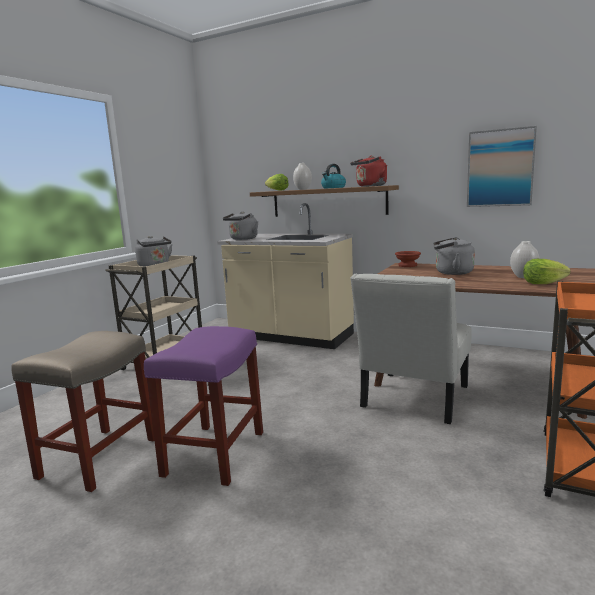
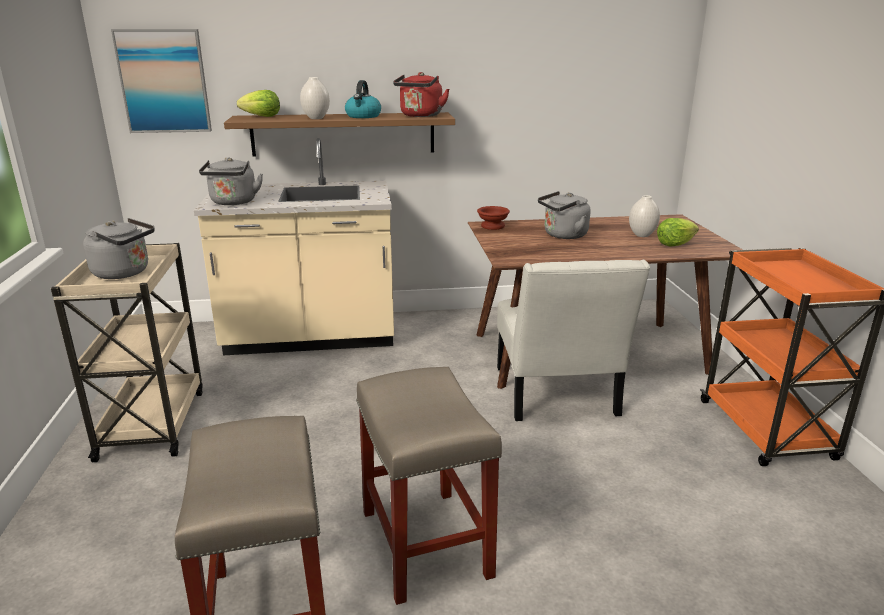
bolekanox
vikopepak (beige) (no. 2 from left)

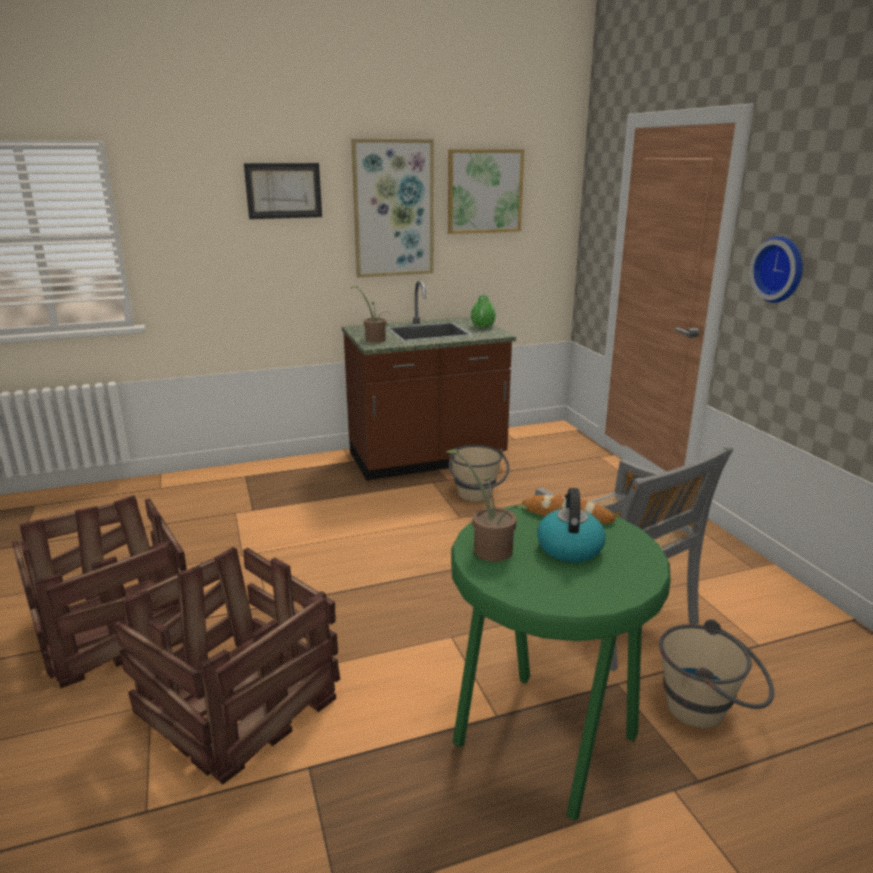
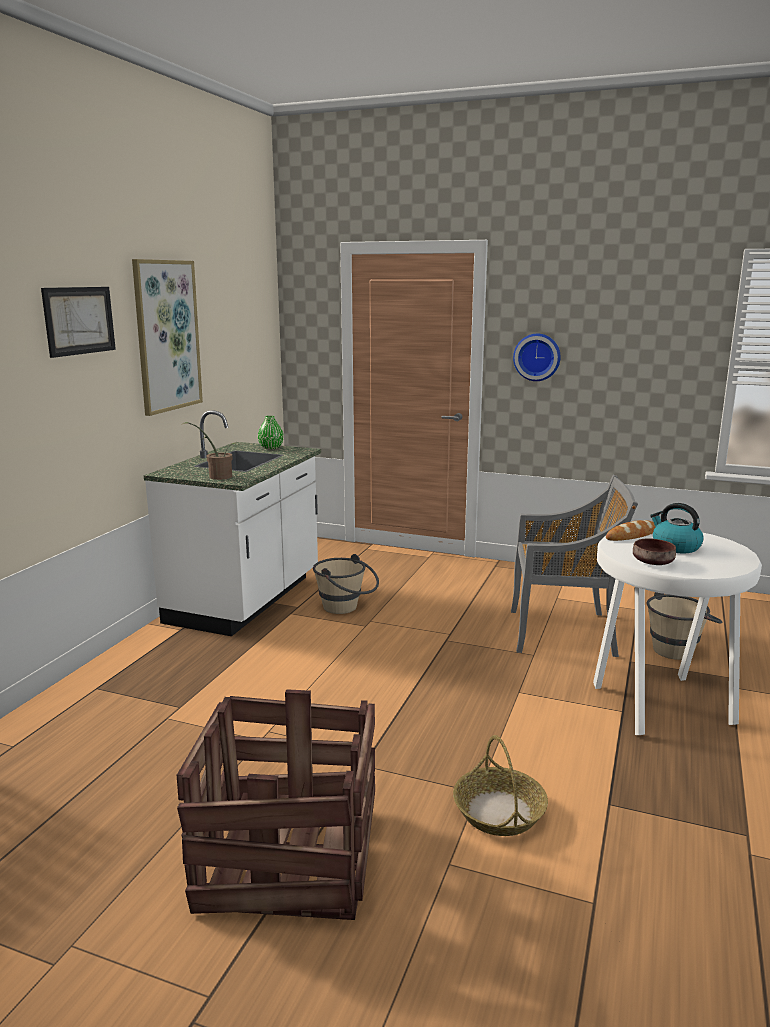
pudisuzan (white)
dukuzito
vikopepak (white)
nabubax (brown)
bolekanox (no. 3 from left in the first image)

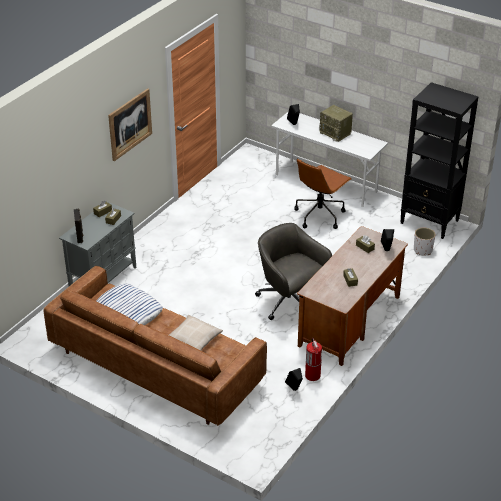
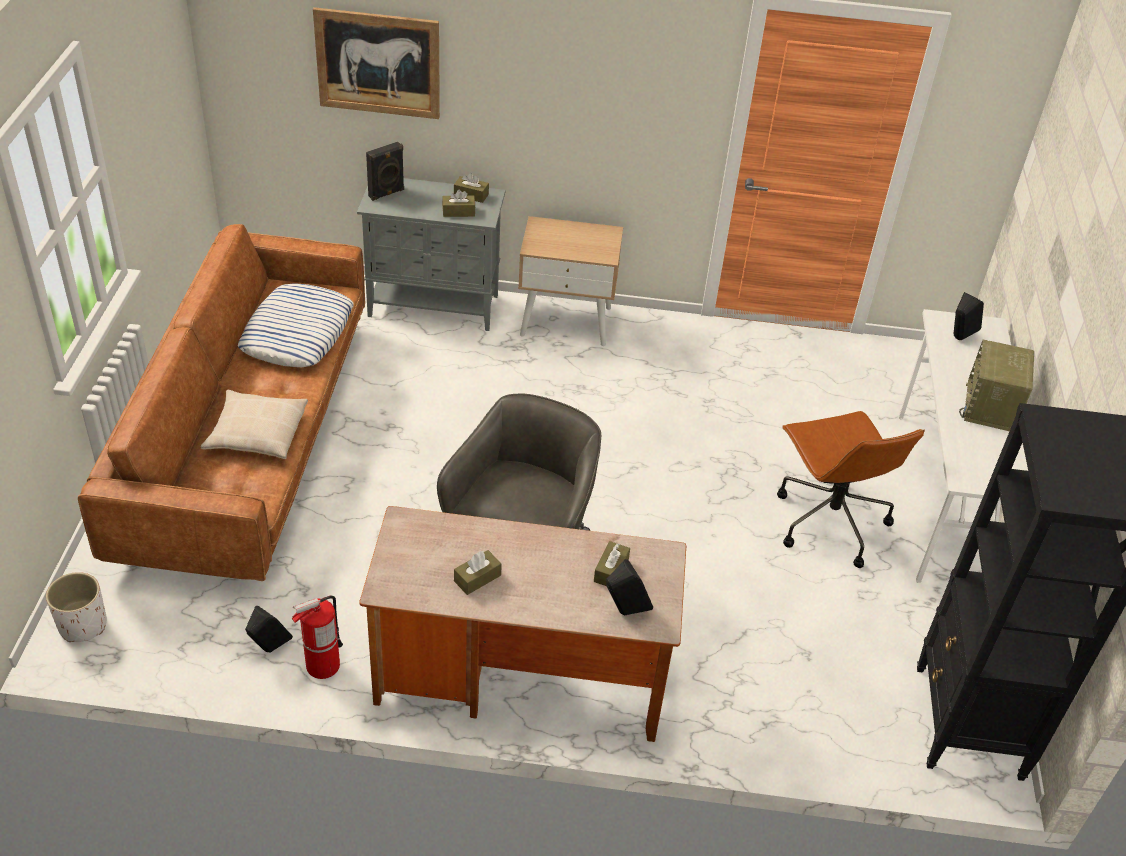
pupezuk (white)
bolekanox
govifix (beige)
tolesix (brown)

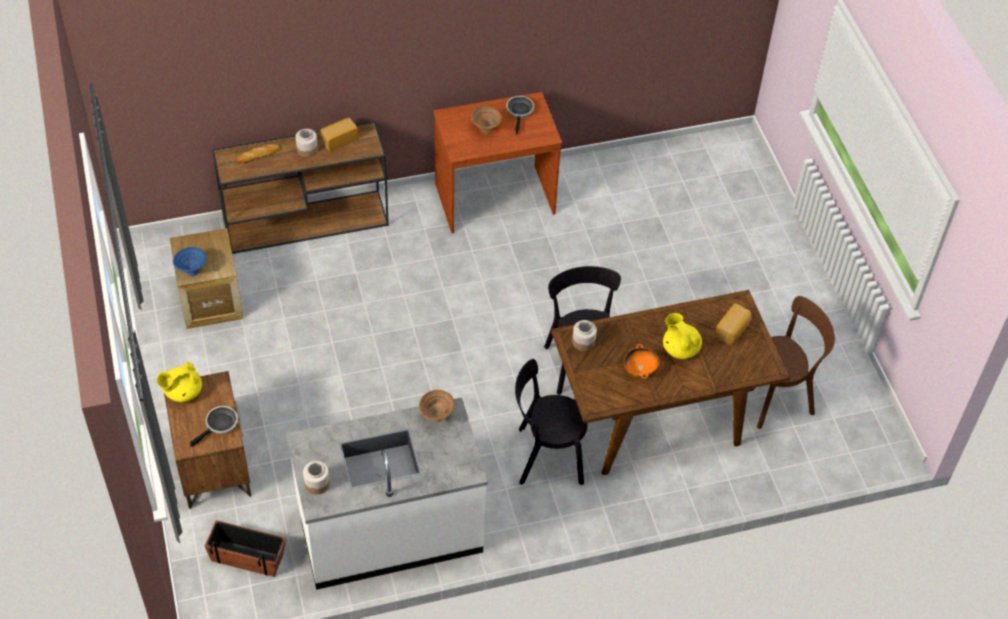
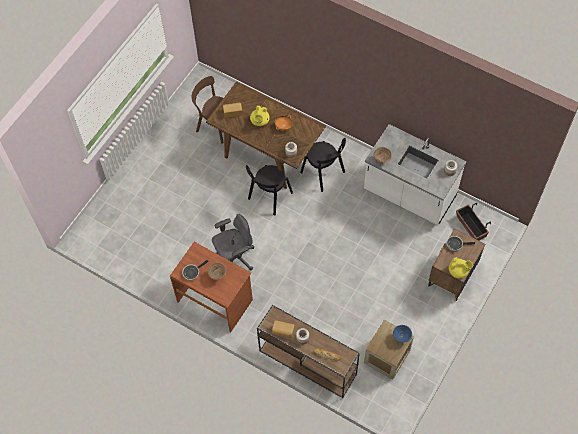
tolesix (grey)

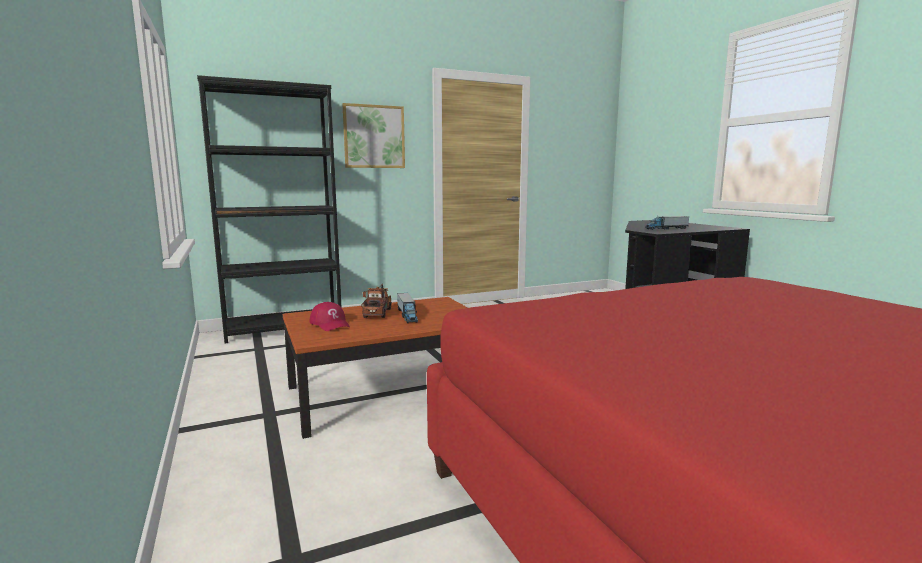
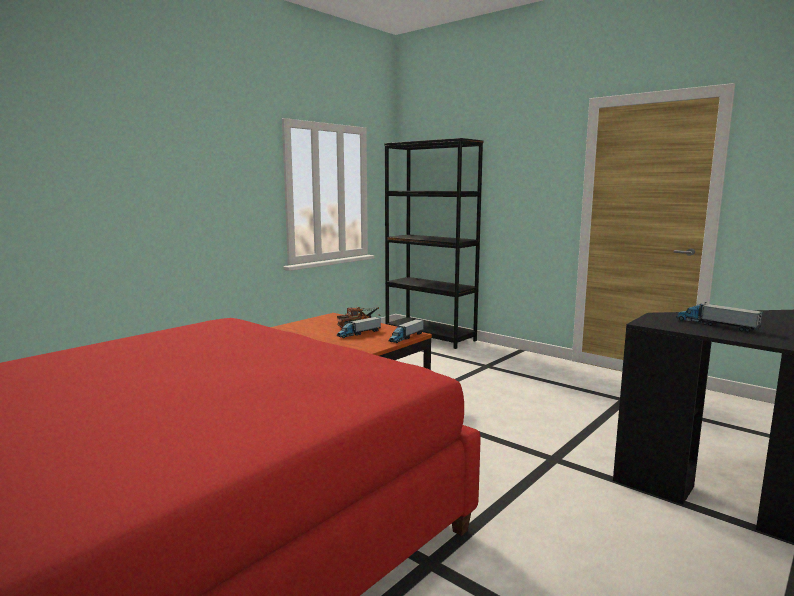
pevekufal (no. 3 from left)
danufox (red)
bolekanox

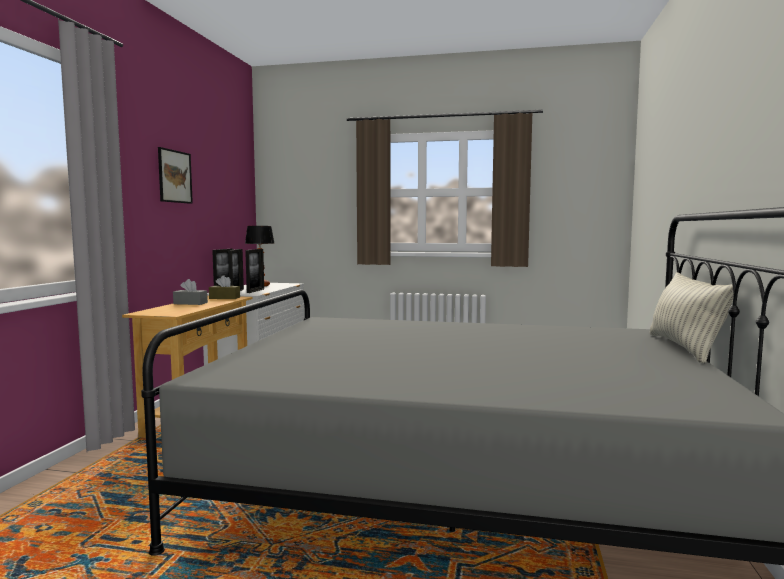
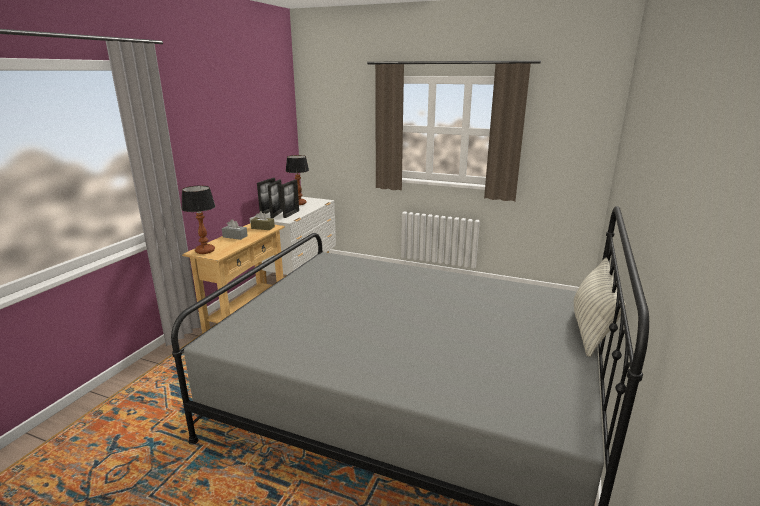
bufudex (no. 1 from left)
bolekanox

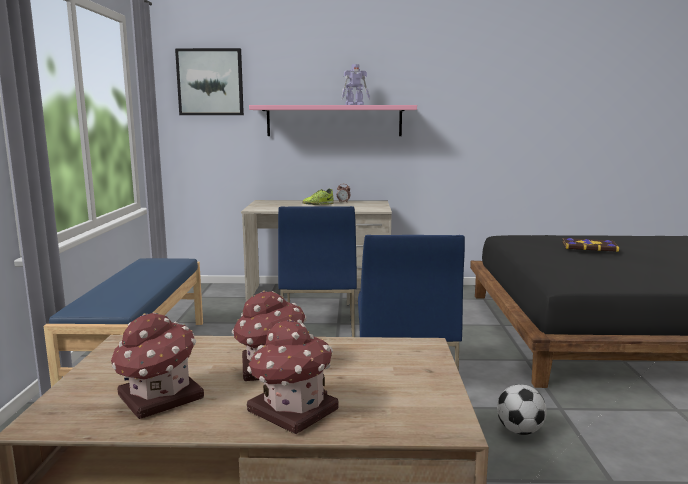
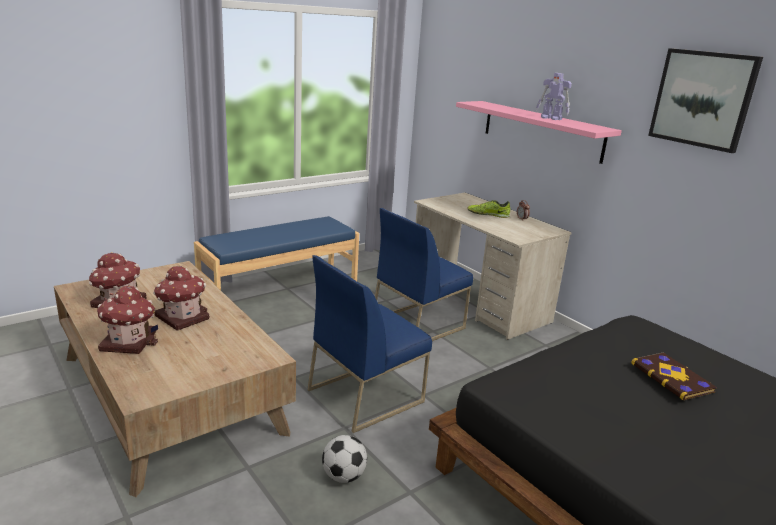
bolekanox

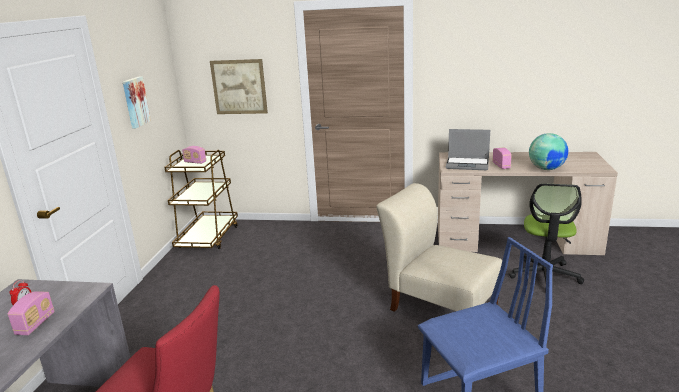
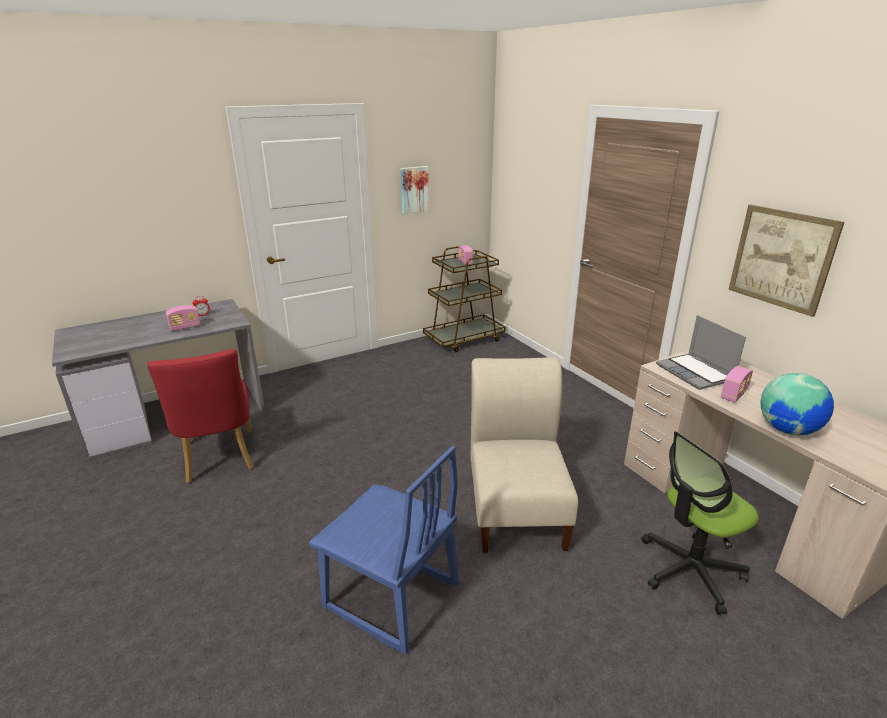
bolekanox (no. 2 from left)

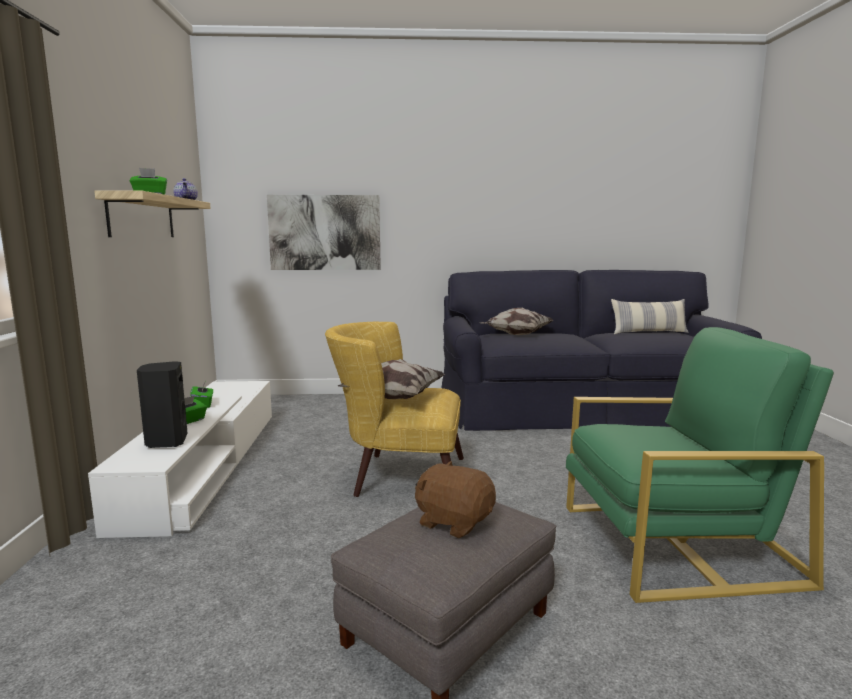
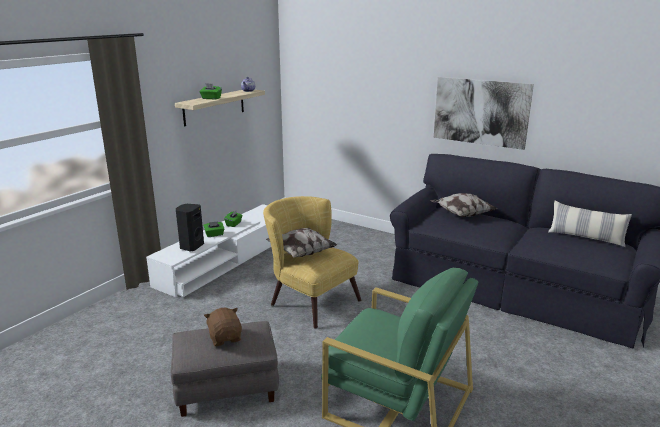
bolekanox

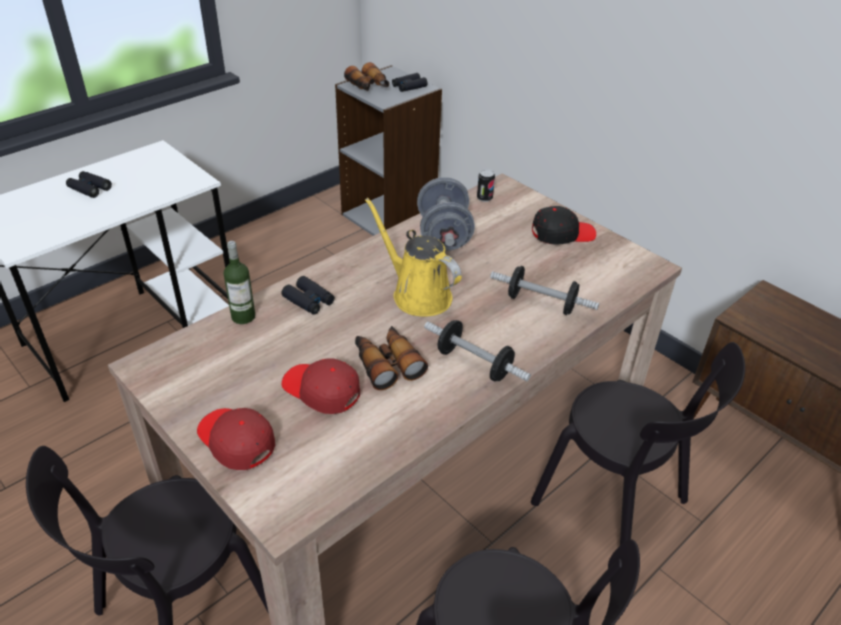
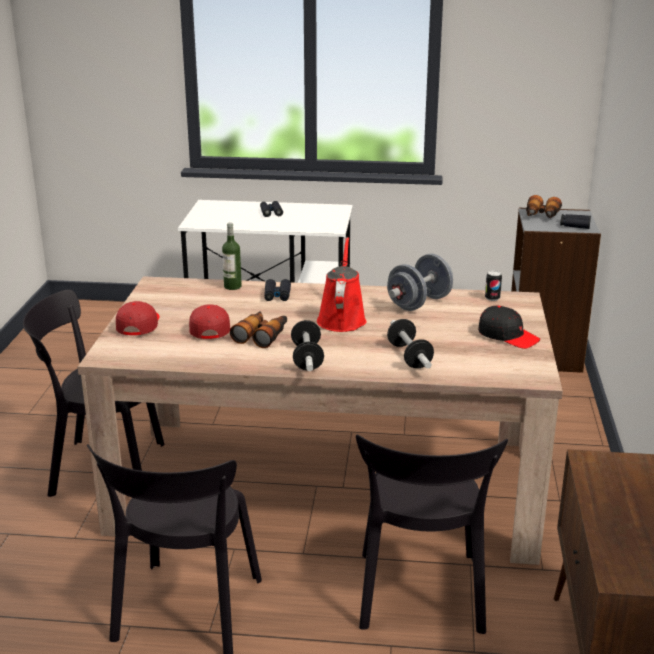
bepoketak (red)

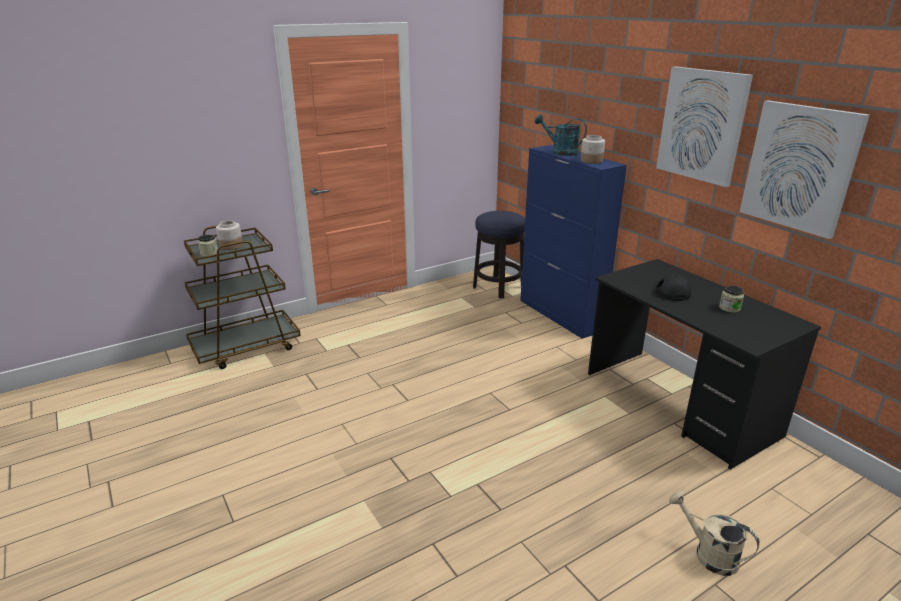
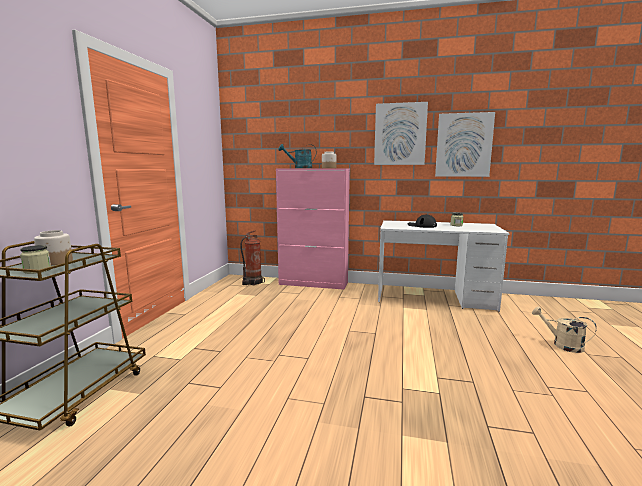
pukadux
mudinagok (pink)
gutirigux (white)
bepoketak (beige)

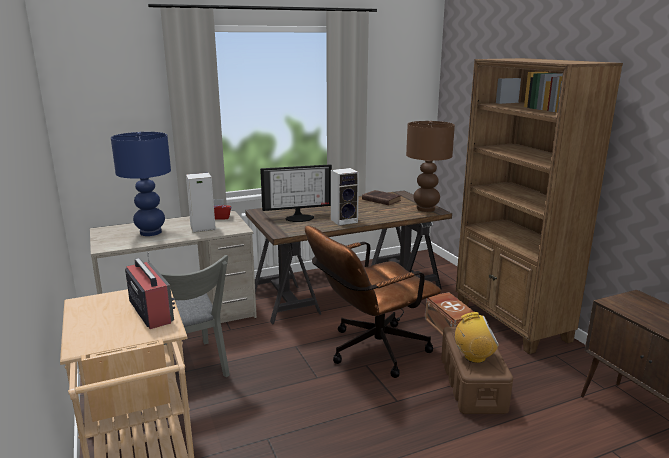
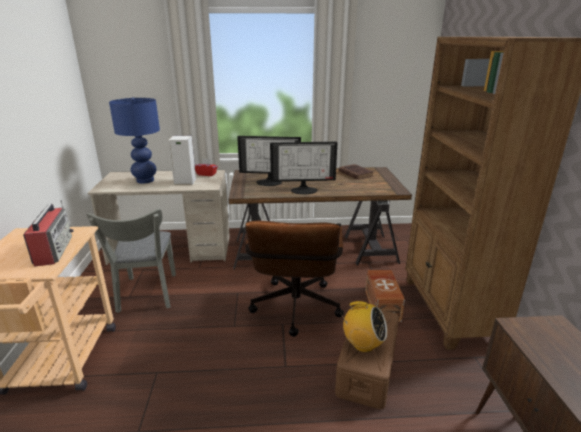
tolesix (brown)
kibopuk (no. 2 from left)
bufudex (brown)

